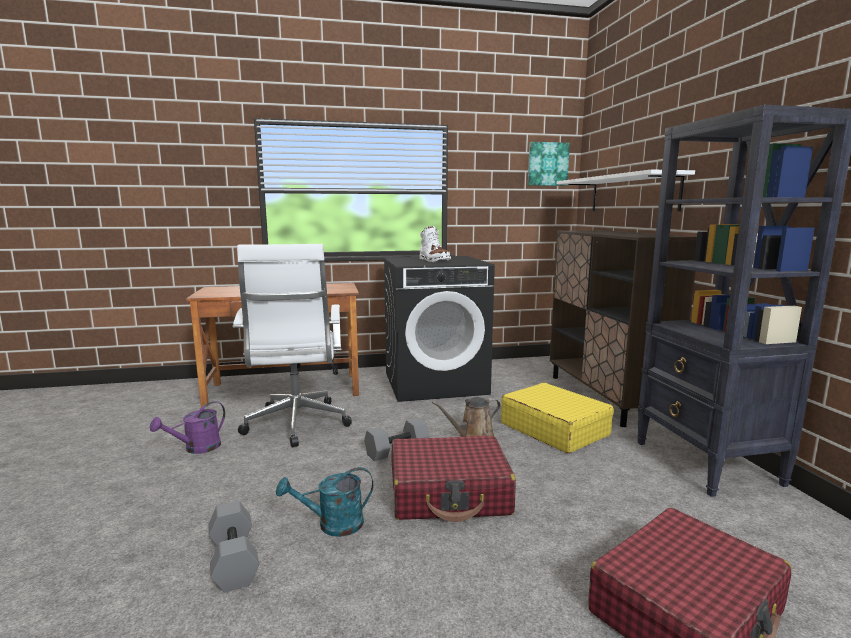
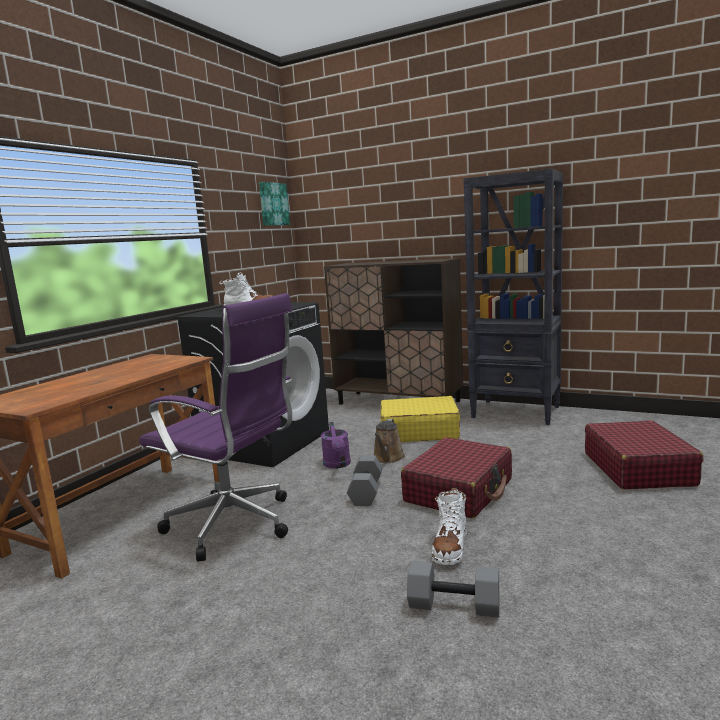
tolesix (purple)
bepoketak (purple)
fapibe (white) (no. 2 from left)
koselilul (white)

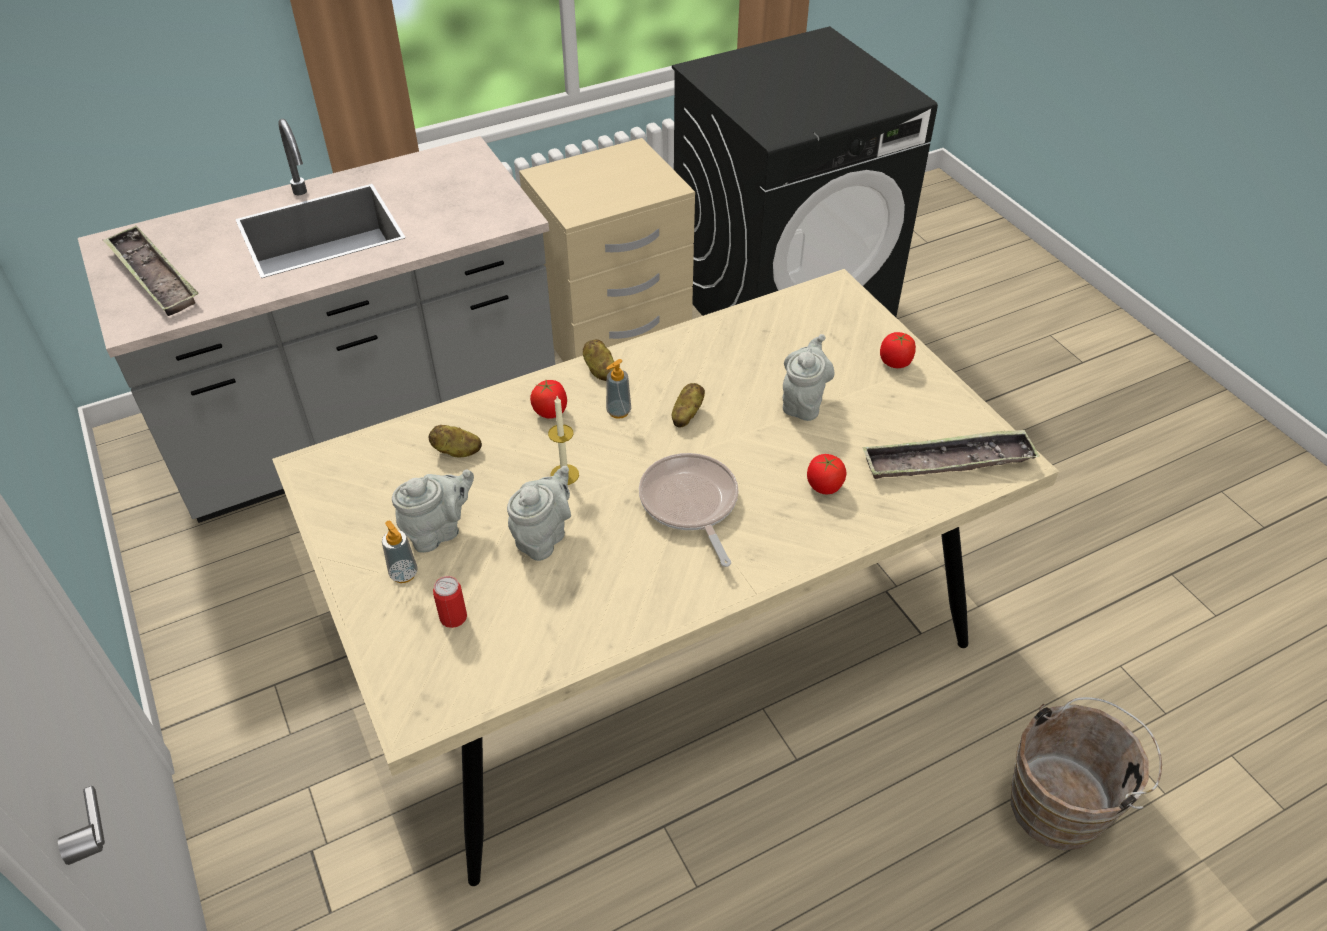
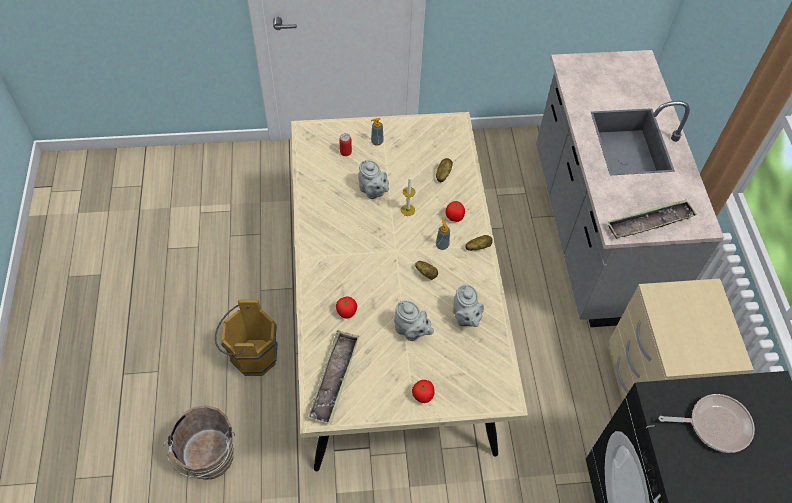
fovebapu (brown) (no. 2 from left)
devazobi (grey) (no. 3 from left)
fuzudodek (no. 2 from left)
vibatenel

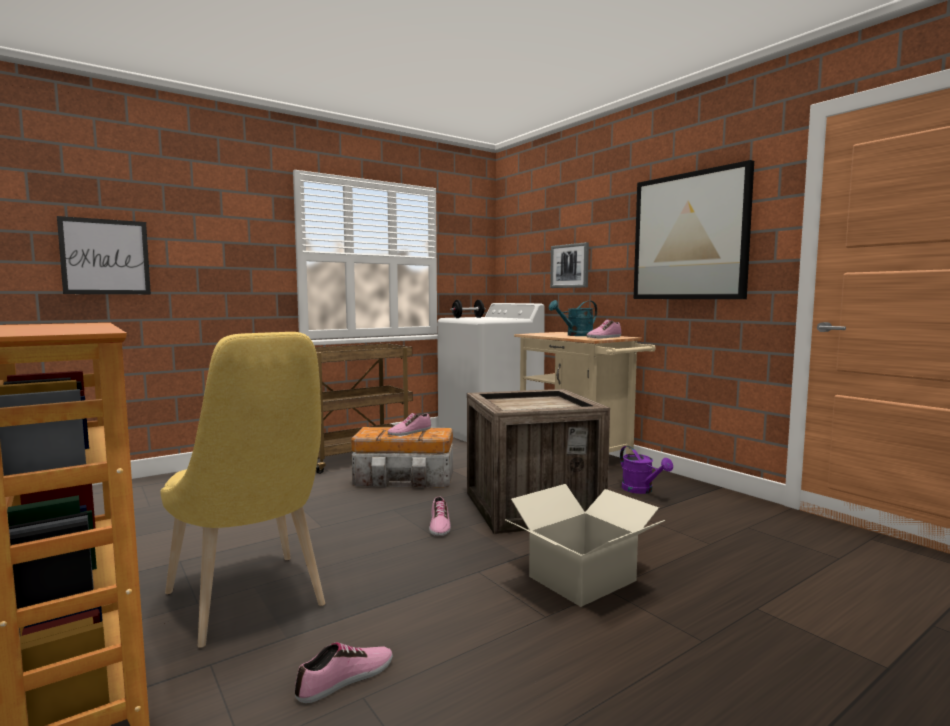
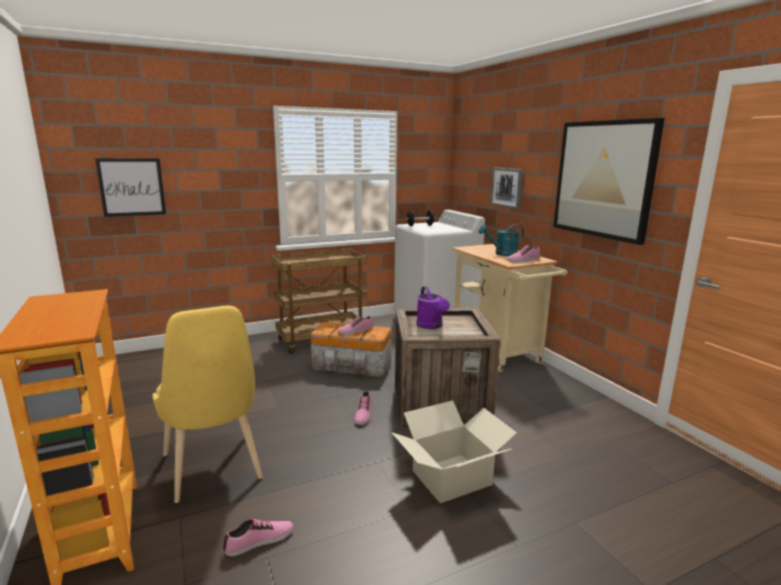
bepoketak (purple)

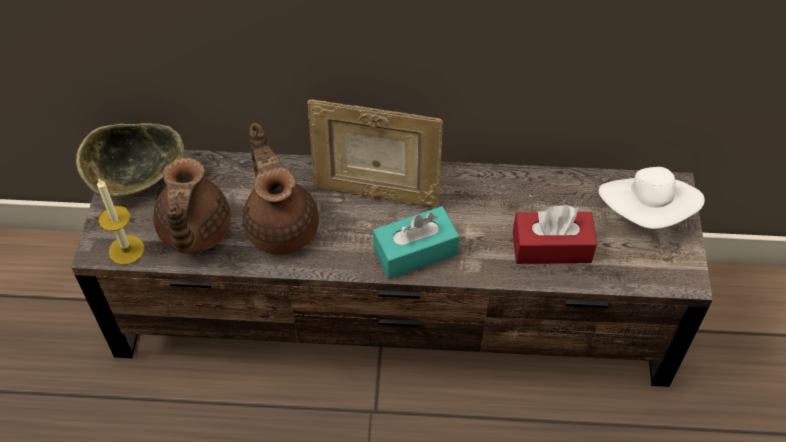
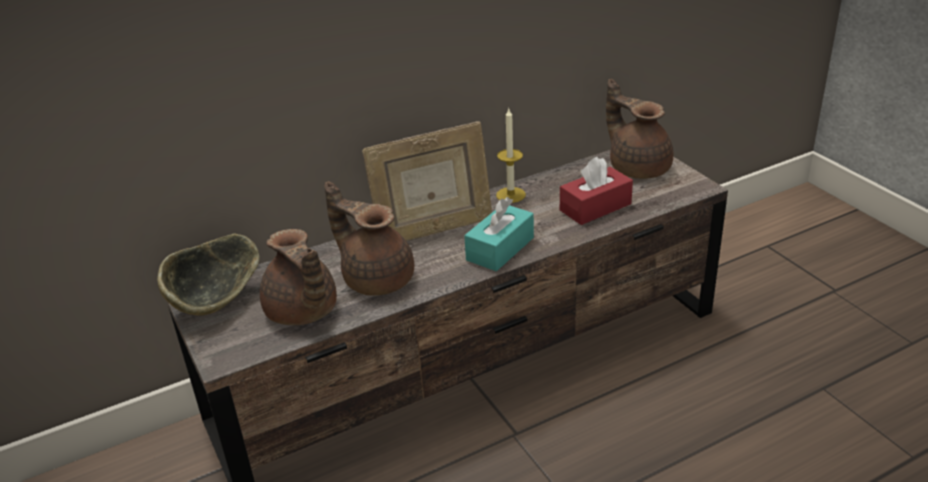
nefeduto
devazobi (brown) (no. 3 from left)

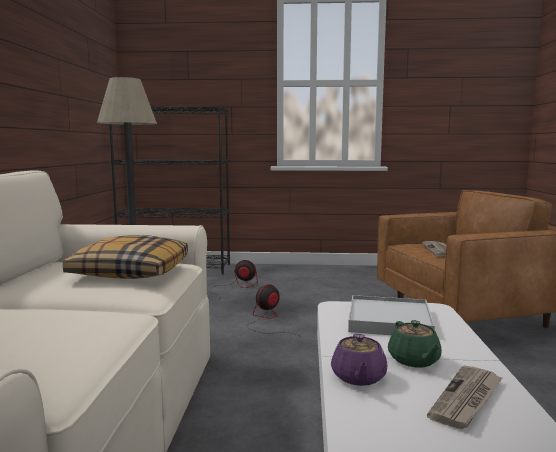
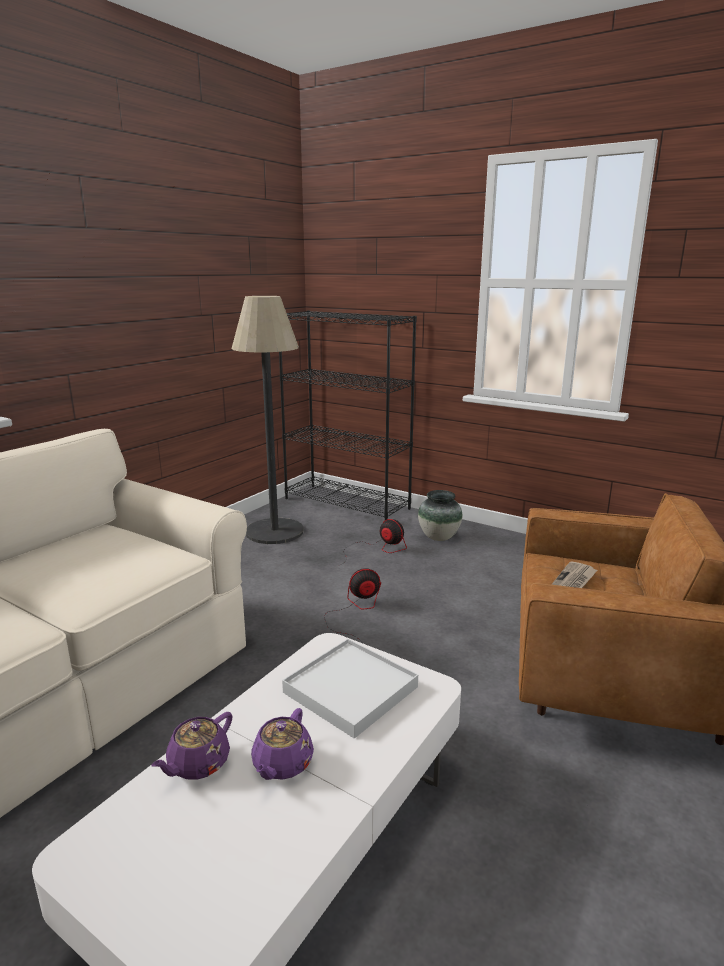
devazobi (purple) (no. 2 from left)
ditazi
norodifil
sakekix (no. 2 from left in the first image)

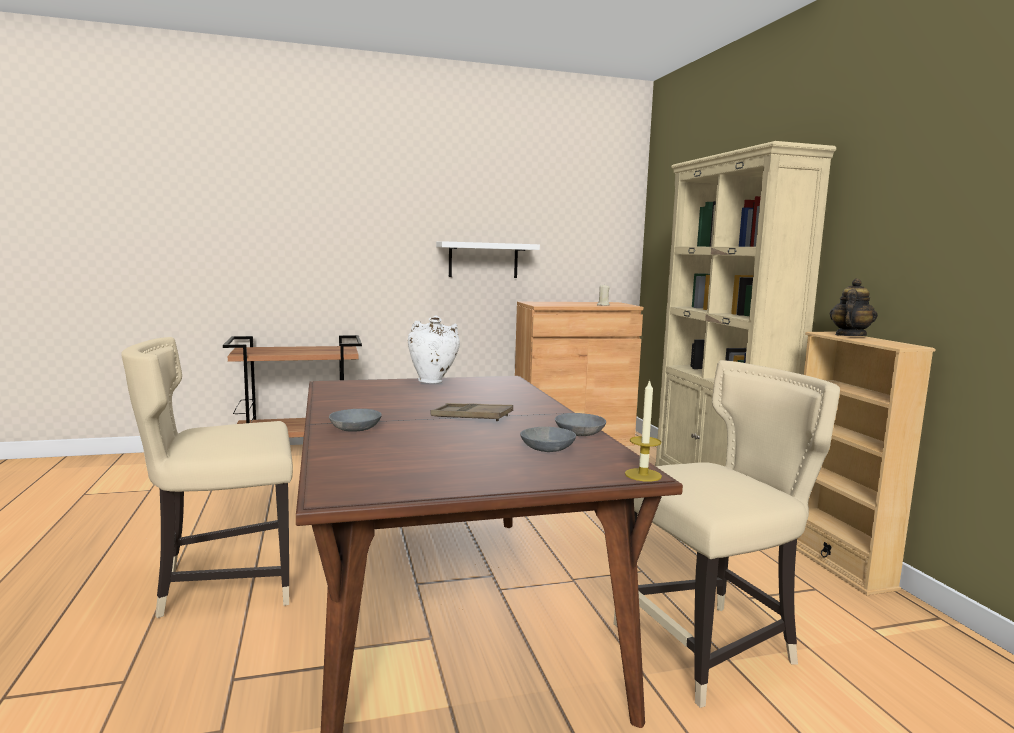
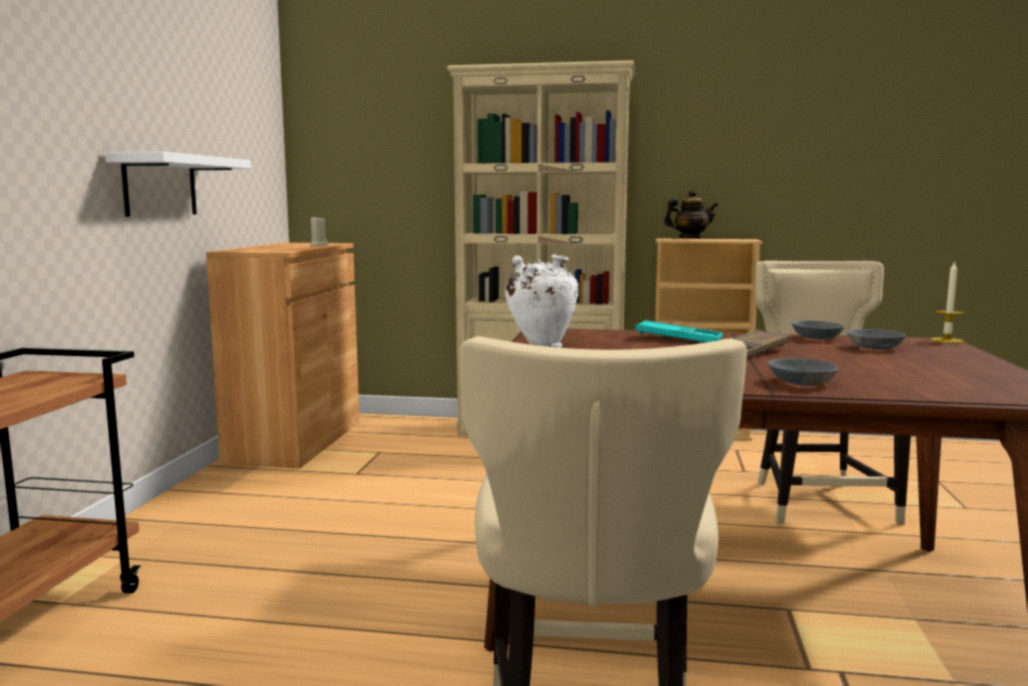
fuzudodek (turquoise)
devazobi

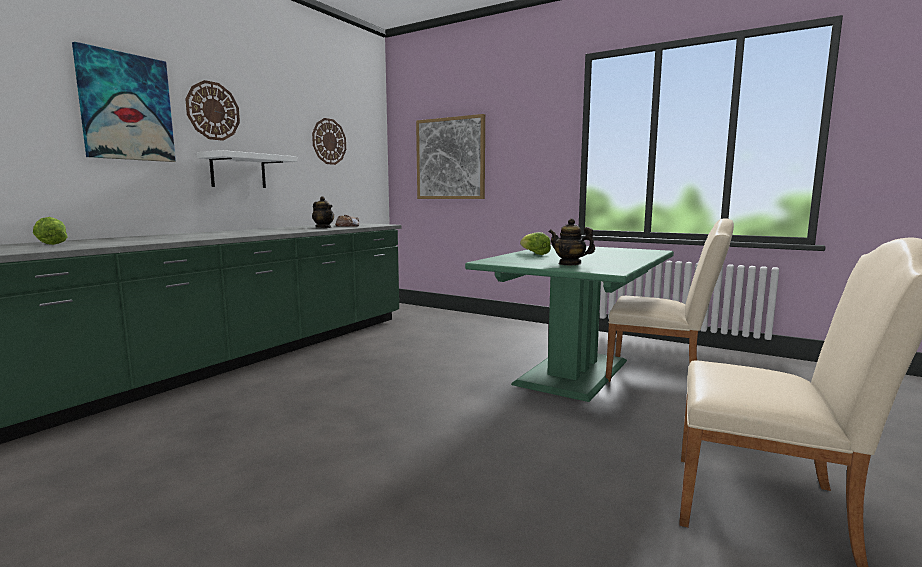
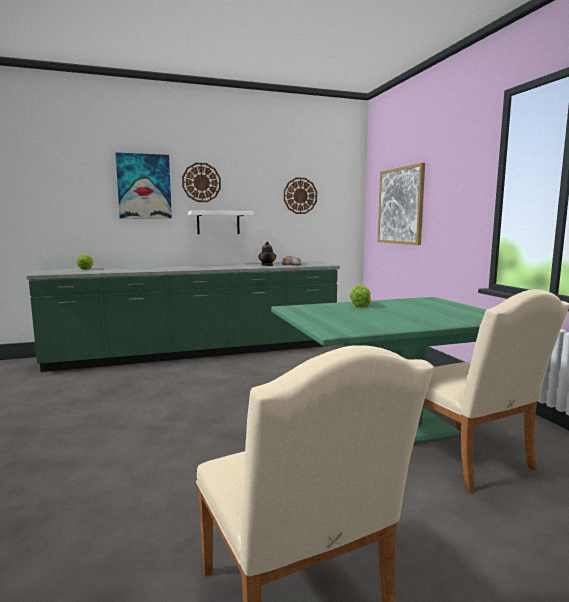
devazobi (no. 2 from left in the first image)

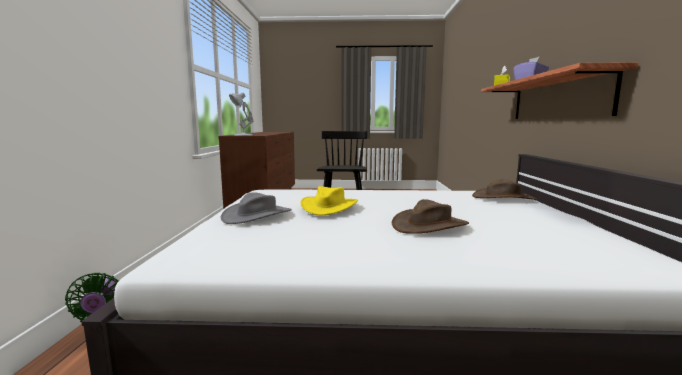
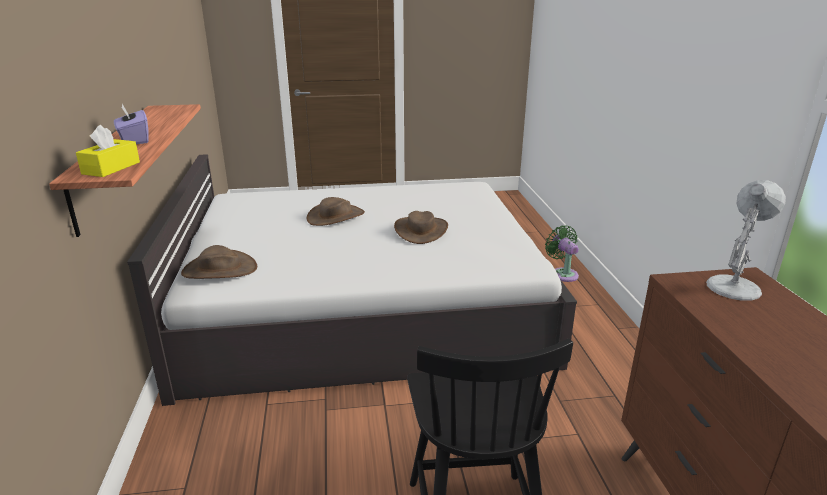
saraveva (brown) (no. 3 from left)
saraveva (grey)

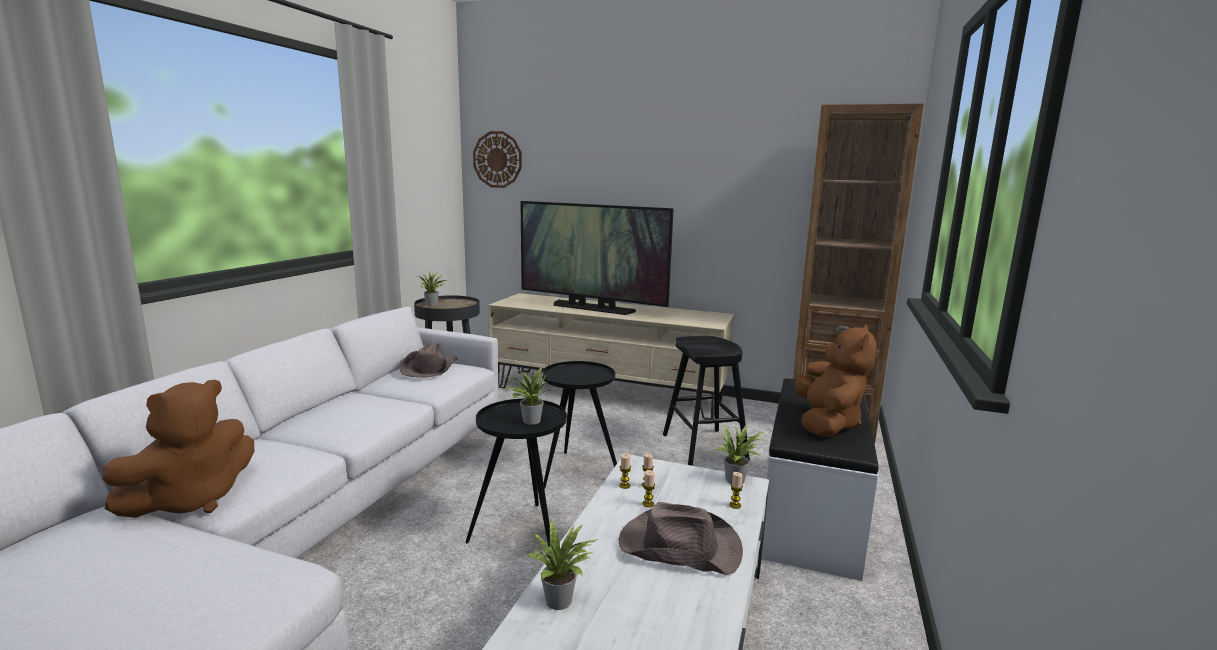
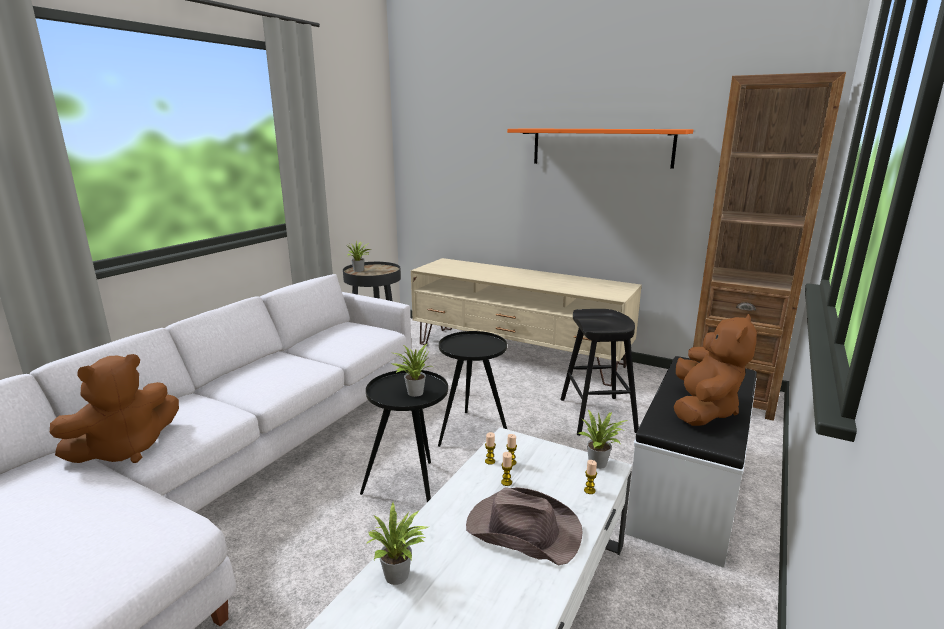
koselilul (orange)
saraveva (brown) (no. 1 from left in the first image)
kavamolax
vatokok

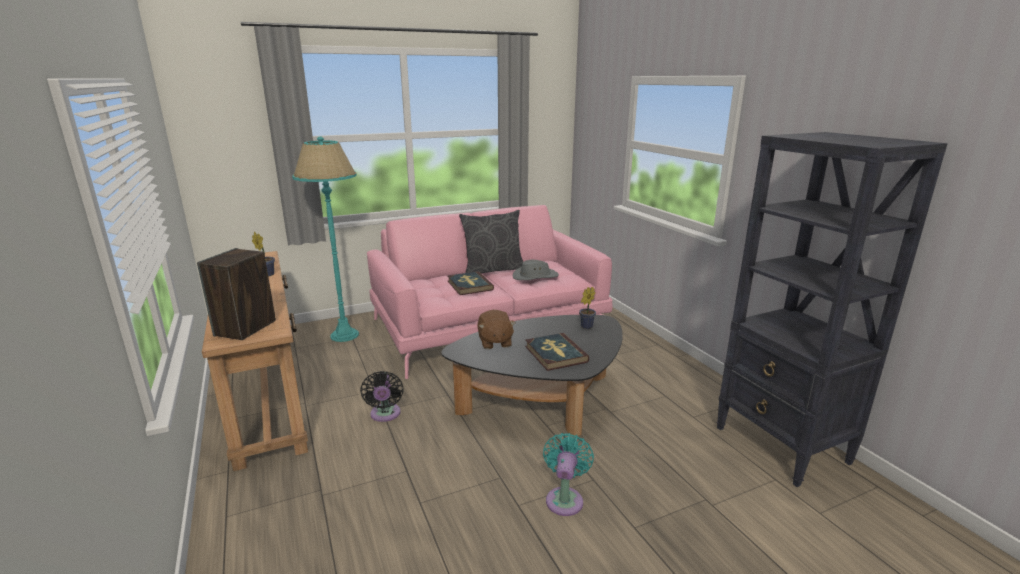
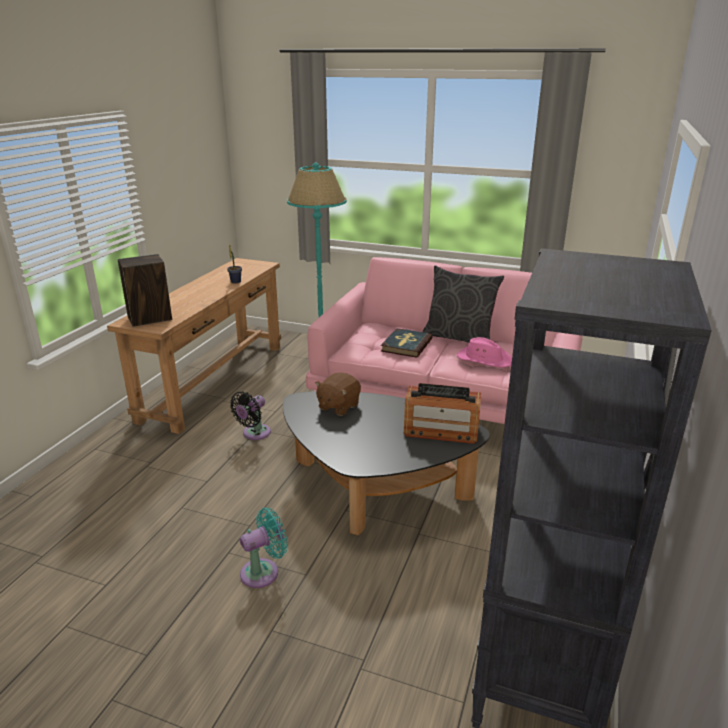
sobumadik
saraveva (pink)
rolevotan (no. 2 from left in the first image)

